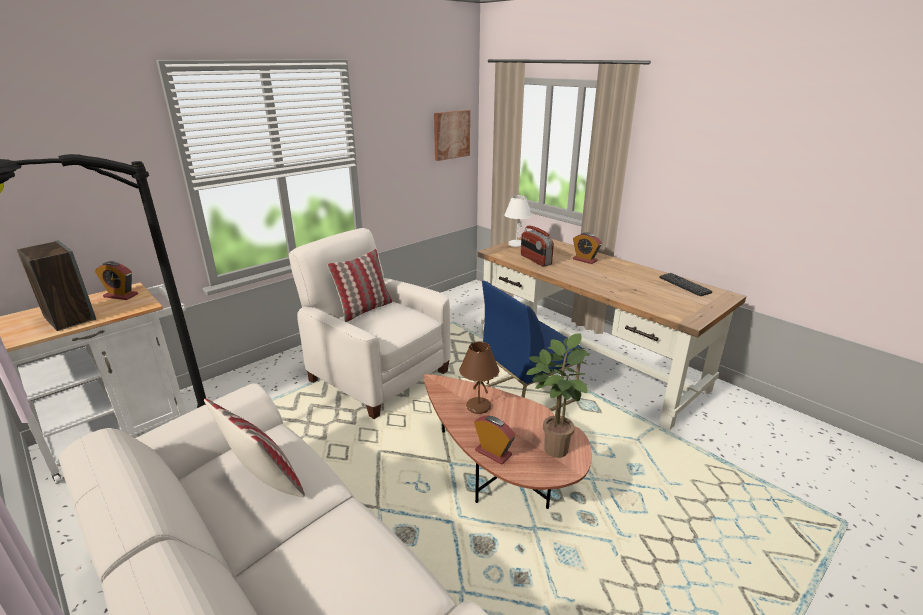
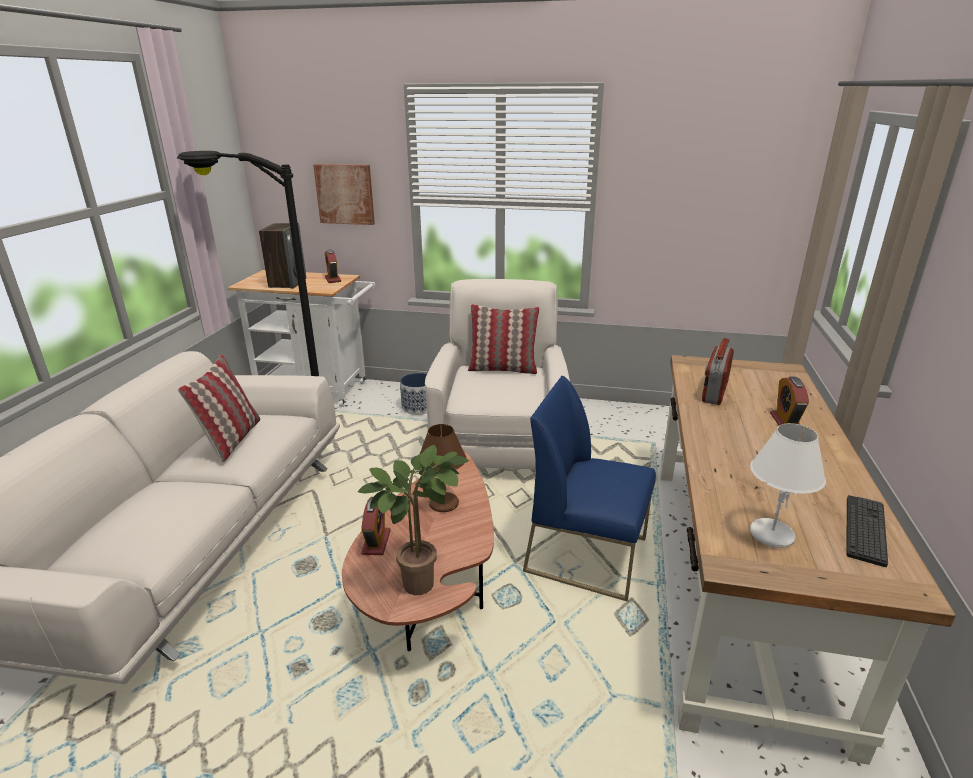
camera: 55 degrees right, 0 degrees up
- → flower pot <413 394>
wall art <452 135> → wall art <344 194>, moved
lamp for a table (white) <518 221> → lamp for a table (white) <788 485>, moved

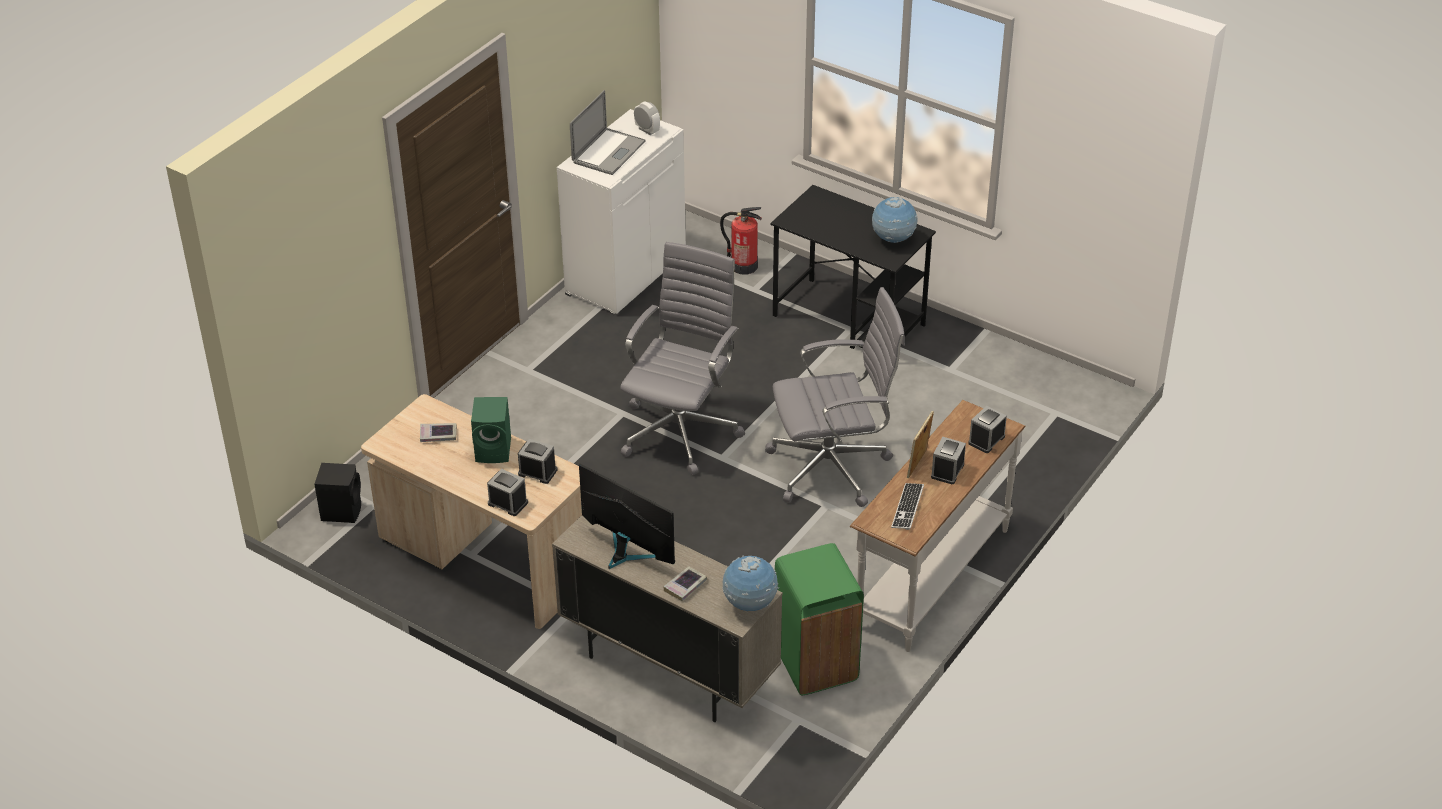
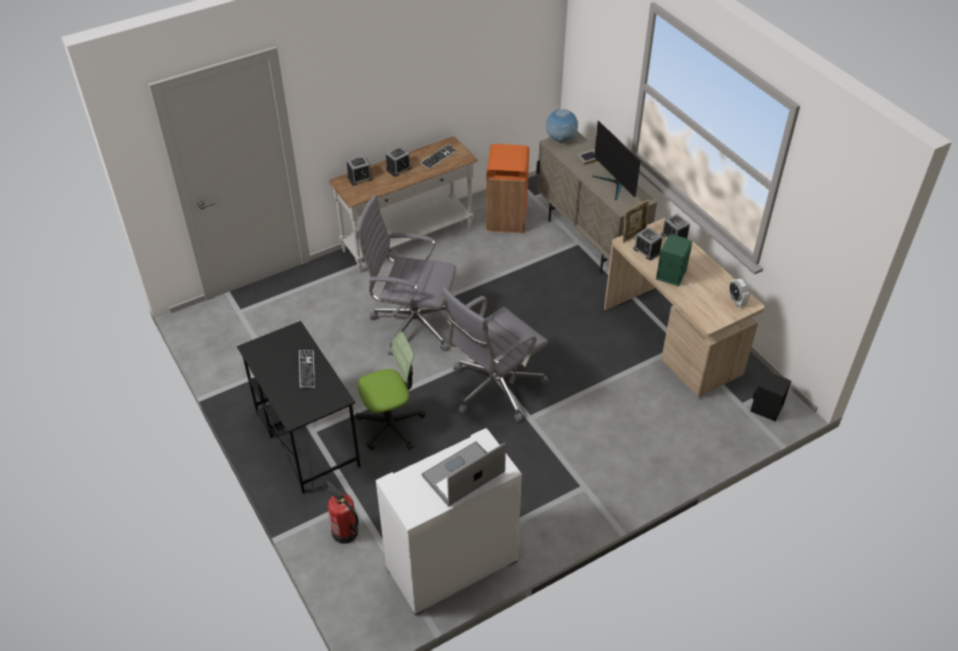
camera: 155 degrees left, 5 degrees up
bound book <438 432> → -
globe <895 220> → -
- → PC keyboard <307 369>
- → office chair <390 391>
table clock <647 118> → table clock <739 292>, moved
picture frame <920 444> → picture frame <636 221>, moved
trash can (green-coloured) <819 619> → trash can (orange) <507 188>

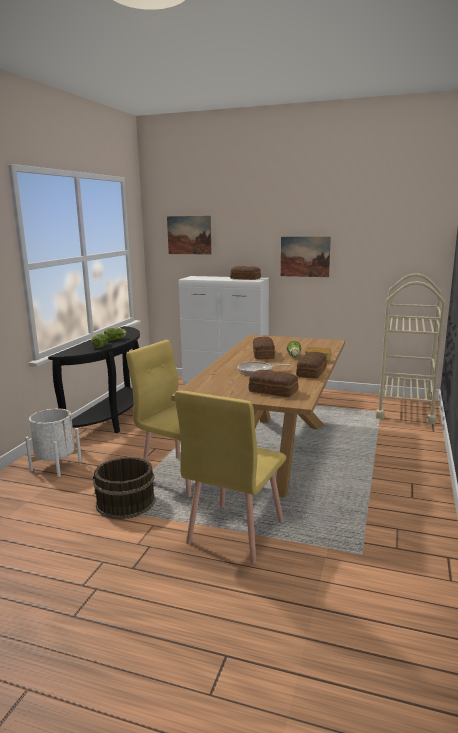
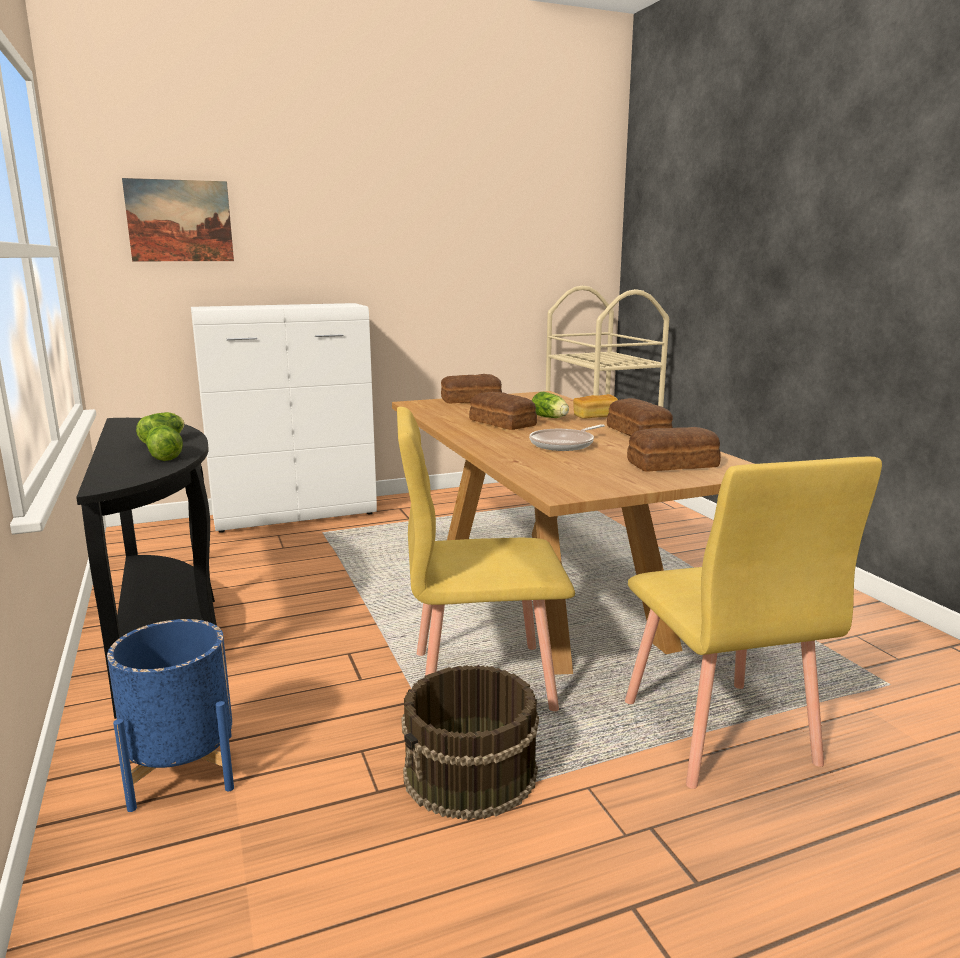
camera: 40 degrees left, 0 degrees up
wall art <306 257> → -
bread <245 273> → bread <471 388>, moved
flower pot (white) <53 443> → flower pot (blue) <170 715>

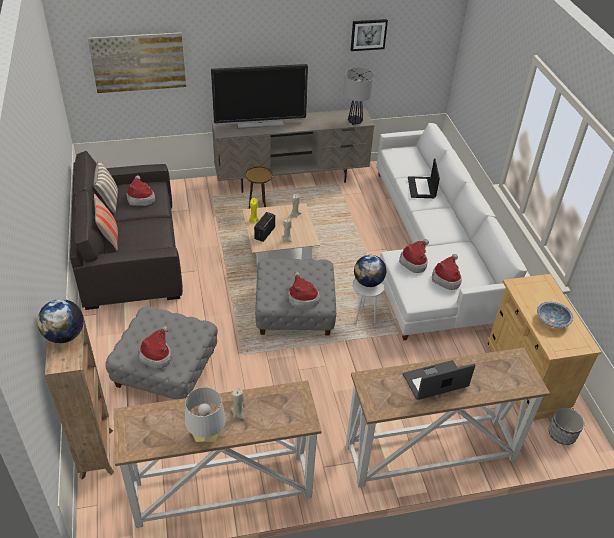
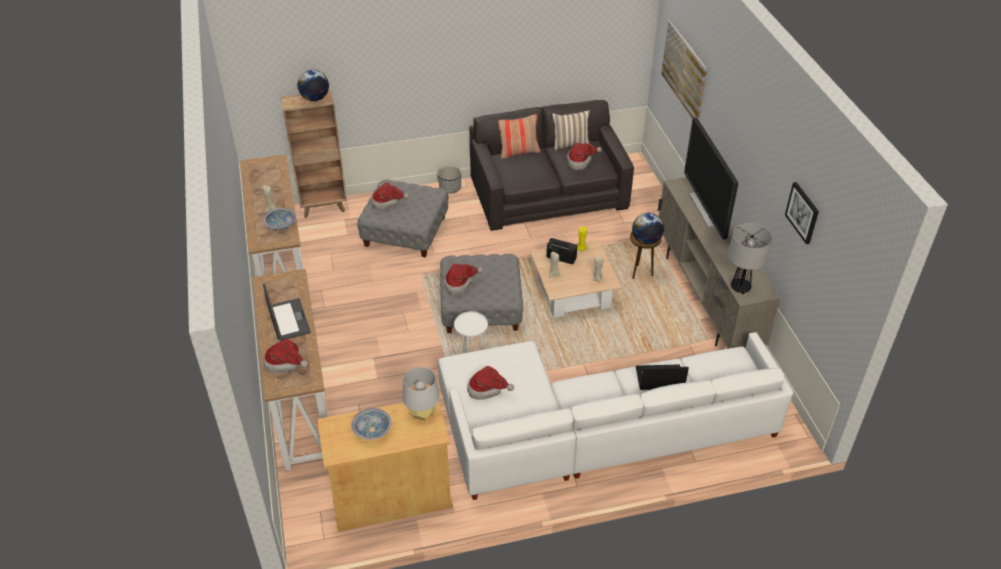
camera: 90 degrees right, 0 degrees up
- → deep dish <279 219>
lamp for a table (gray) <205 415> → lamp for a table (gray) <421 393>, moved
globe <370 271> → globe <648 228>, moved
wearable hat <414 256> → wearable hat <285 356>, moved
flower pot <567 426> → flower pot <449 179>, moved

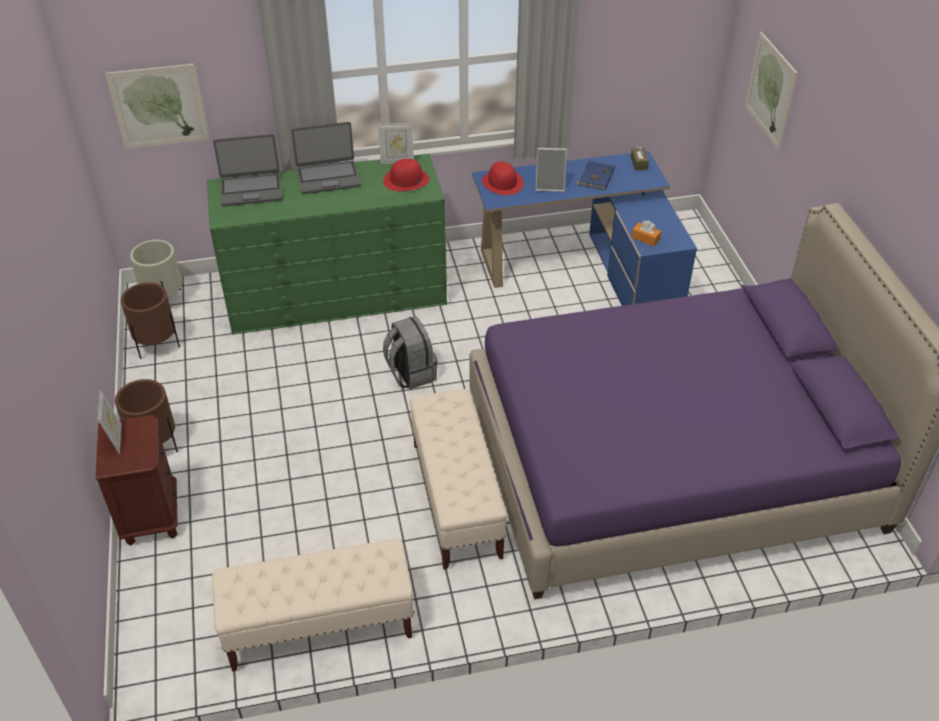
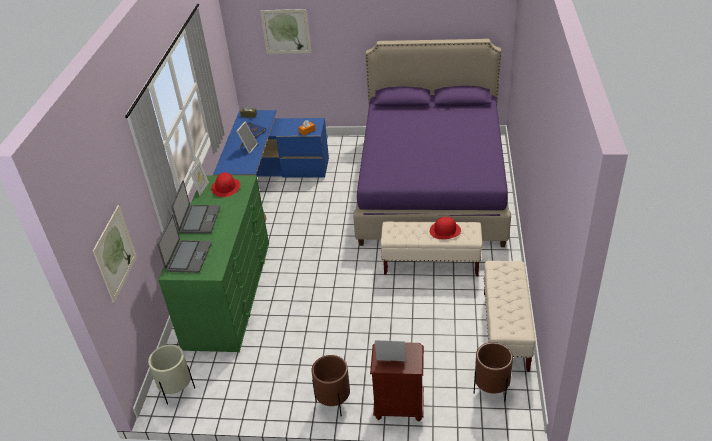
camera: 70 degrees left, 5 degrees down
rucksack (gray) <410 353> → -
flower pot (brownish) <150 320> → flower pot (brownish) <493 371>, moved
wearable hat (reddish) <503 178> → wearable hat (reddish) <445 228>, moved

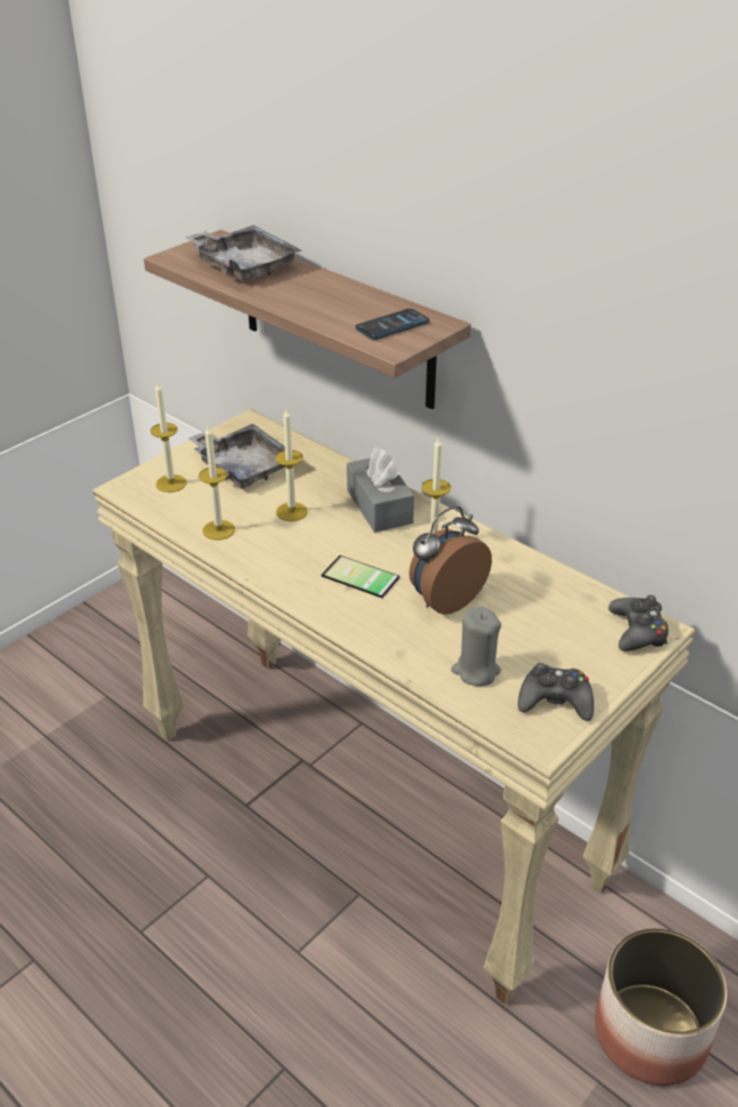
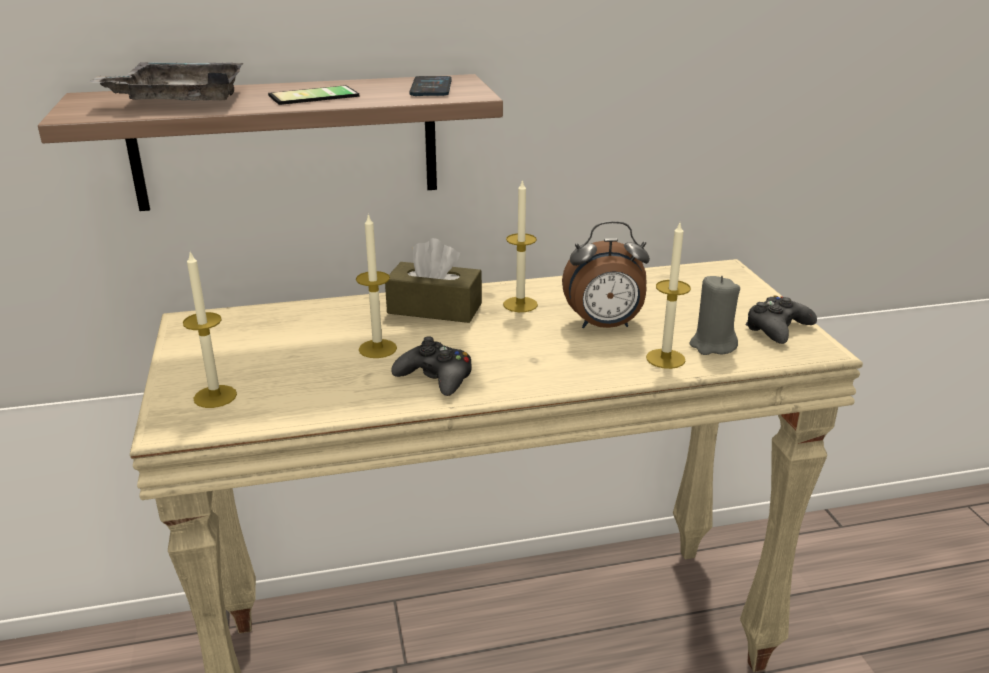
camera: 55 degrees left, 10 degrees down
tray (gray) <236 456> → -
flower pot <661 1007> → -
wax candle <217 483> → wax candle <668 296>, moved
telephone <360 576> → telephone <314 95>, moved
game controller (black) <638 623> → game controller (black) <431 366>, moved
box of tissues (gray) <380 489> → box of tissues (brownish) <433 280>
table clock <450 560> → table clock <606 274>, 90 degrees counterclockwise

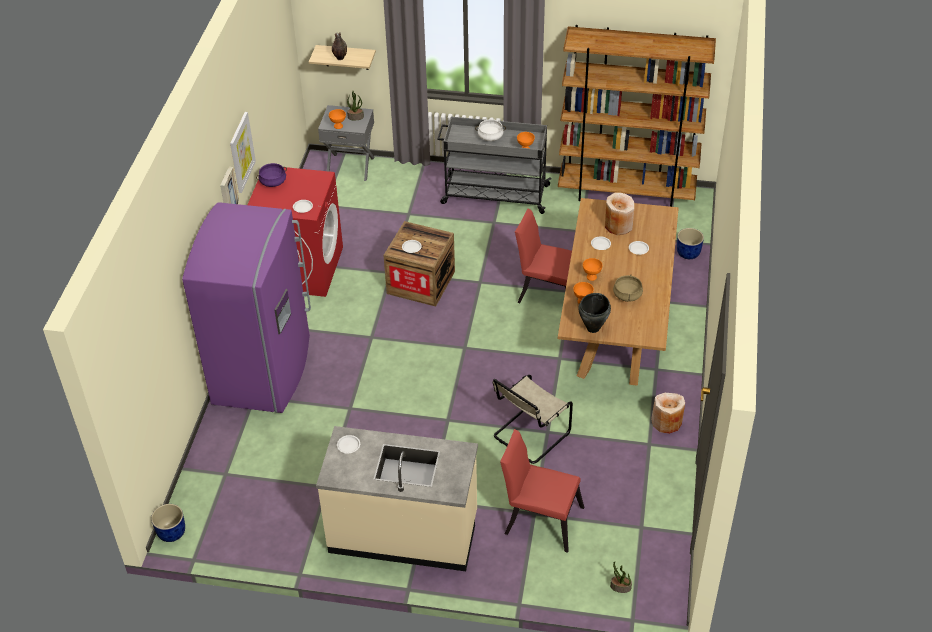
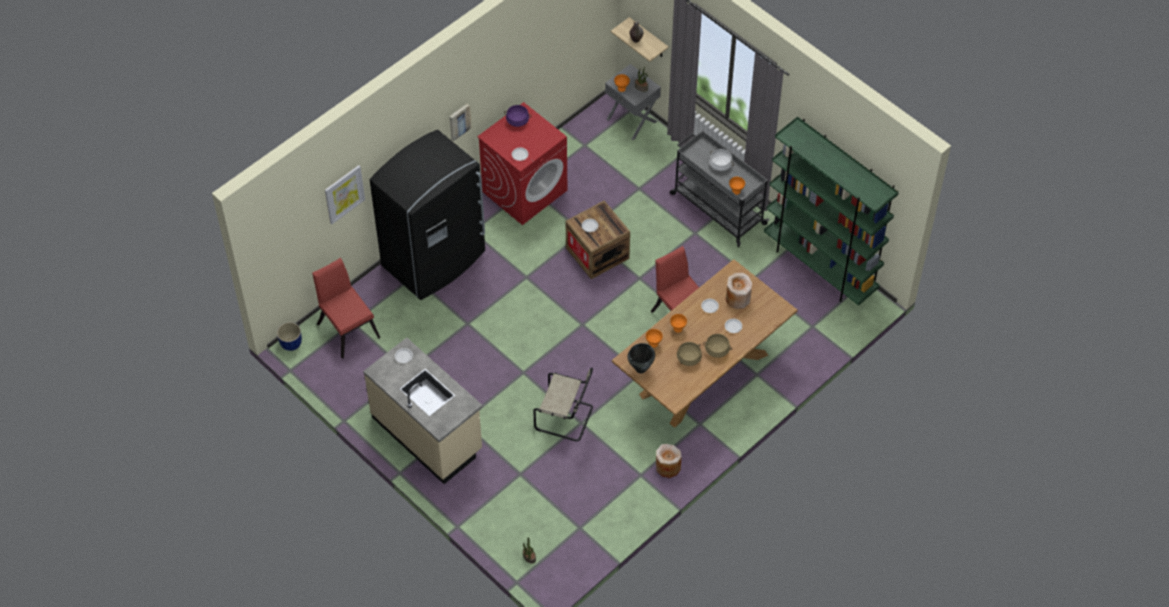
camera: 35 degrees right, 10 degrees up
flower pot (blue) <690 243> → -
- → cooking pot (beige-coloured) <717 346>
wall art <243 152> → wall art <345 194>, moved
upright chair (reddish) <542 491> → upright chair (reddish) <346 308>, moved
kitchen fridge (purple-coloured) <246 307> → kitchen fridge (black) <427 215>
bookshelf (brownish) <637 116> → bookshelf (green-coloured) <831 211>
upright chair (beige-coloured) <533 419> → upright chair (beige-coloured) <563 404>, 150 degrees counterclockwise

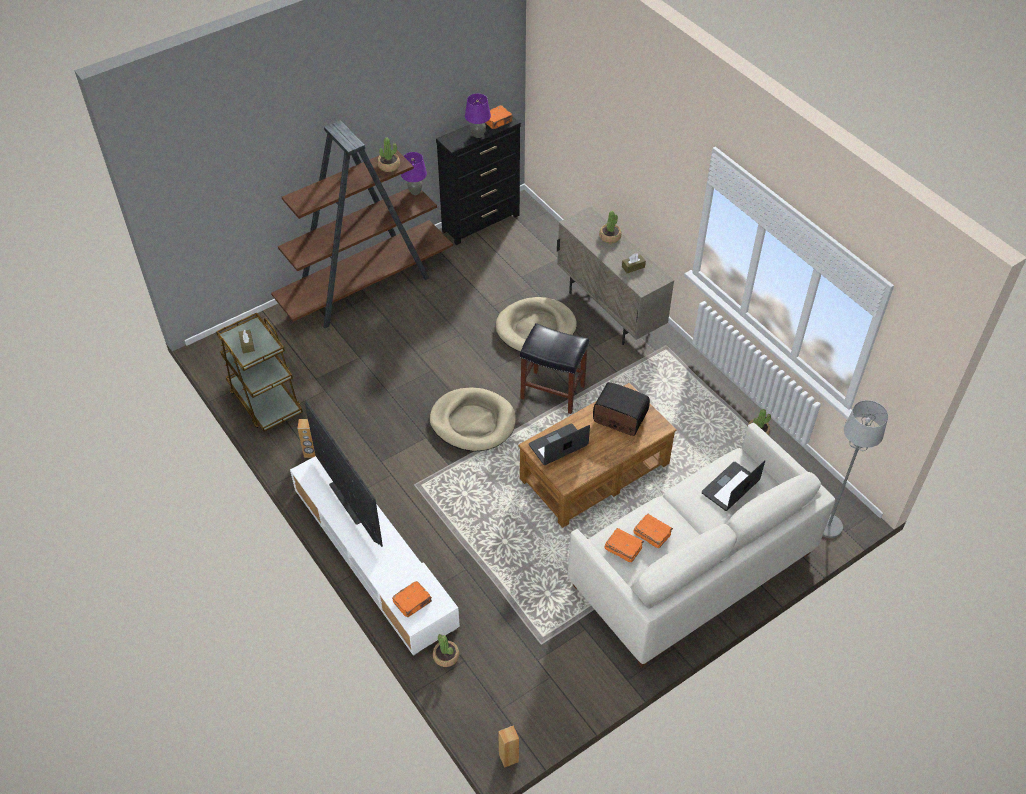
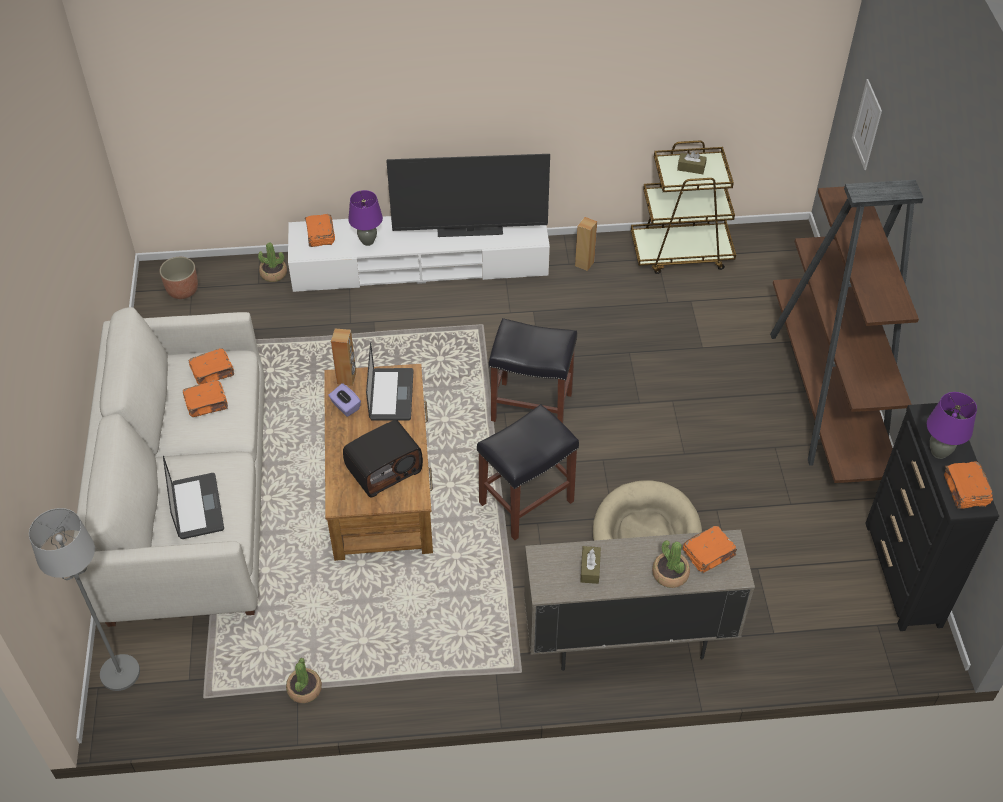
camera: 120 degrees right, 0 degrees up
plant in a pot <388 155> → -
- → flower pot <178 278>
- → box of tissues (purple-coloured) <344 400>
- → bound book (orange) <710 549>
- → wall art <867 124>
lamp for a table (purple-coloured) <414 173> → lamp for a table (purple-coloured) <365 218>, moved
speaker (brownish) <508 746> → speaker (brownish) <343 357>, moved
dog cushion (beige-coloured) <472 419> → stool seat (black) <533 370>

